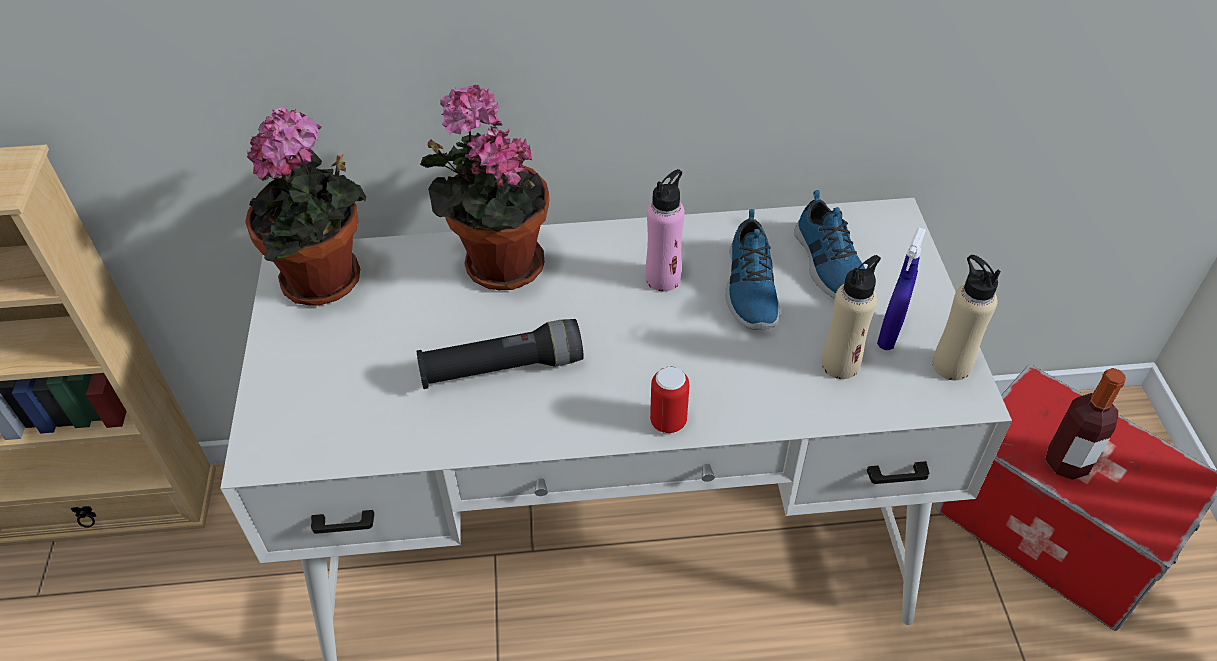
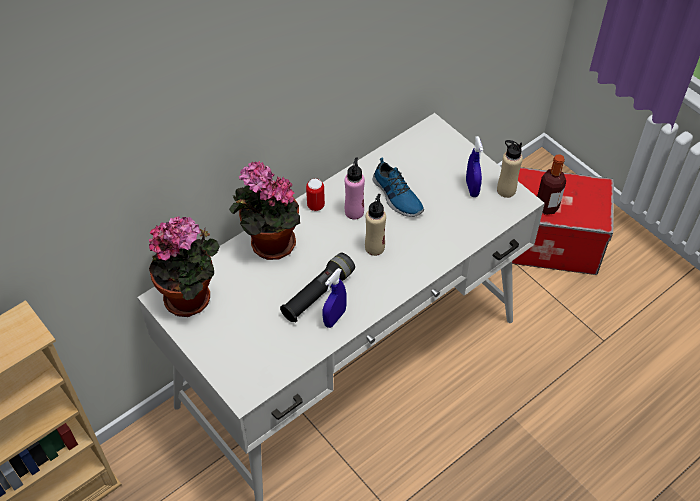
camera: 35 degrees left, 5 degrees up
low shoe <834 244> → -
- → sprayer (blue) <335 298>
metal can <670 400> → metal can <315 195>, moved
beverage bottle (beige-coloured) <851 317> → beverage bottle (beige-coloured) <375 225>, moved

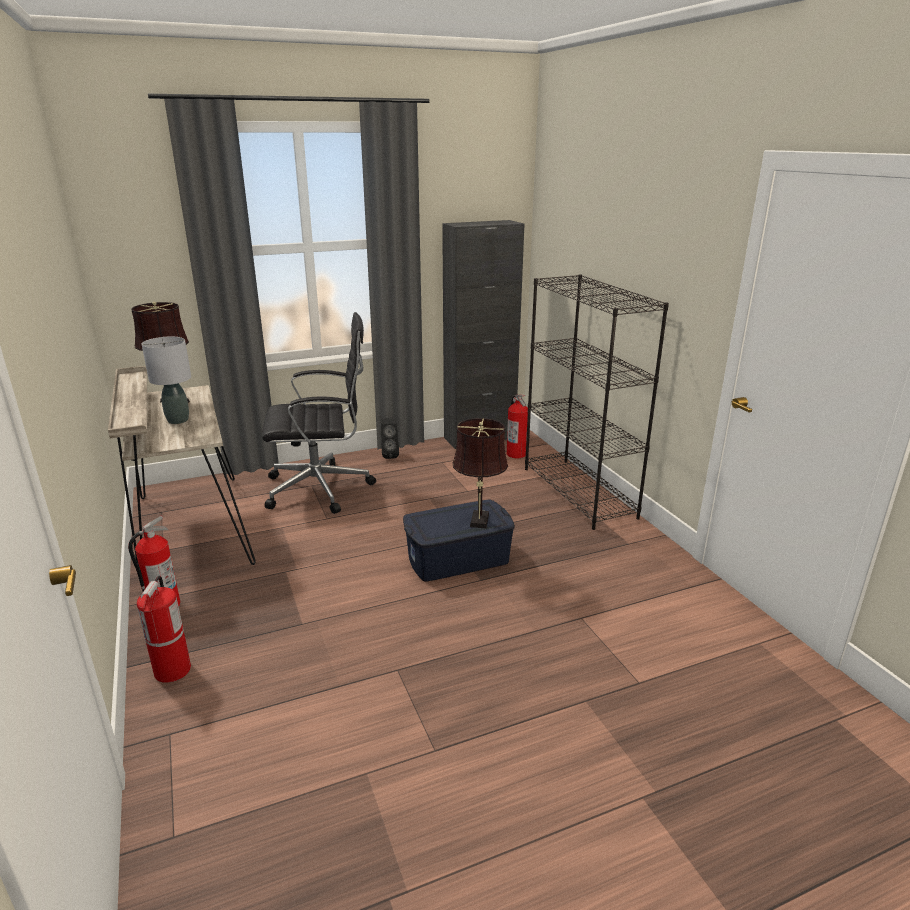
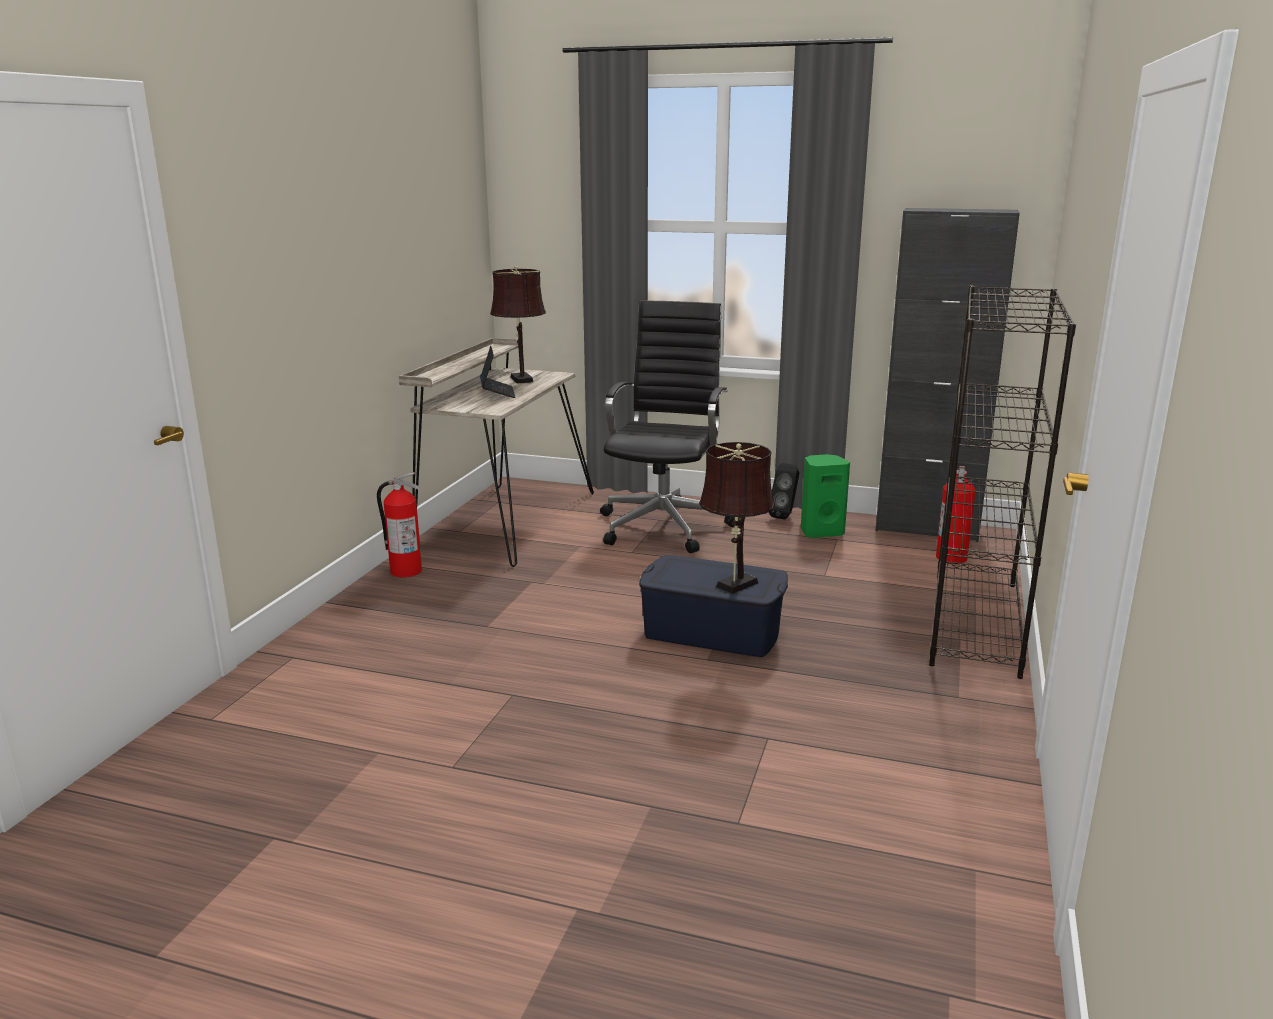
camera: 40 degrees right, 5 degrees down
fire-fighting cylinder <164 629> → -
- → speaker (green-coloured) <825 496>
lamp for a table (gray) <166 380> → portable computer <498 372>
office chair (black) <319 413> → office chair (black) <667 426>, 105 degrees counterclockwise

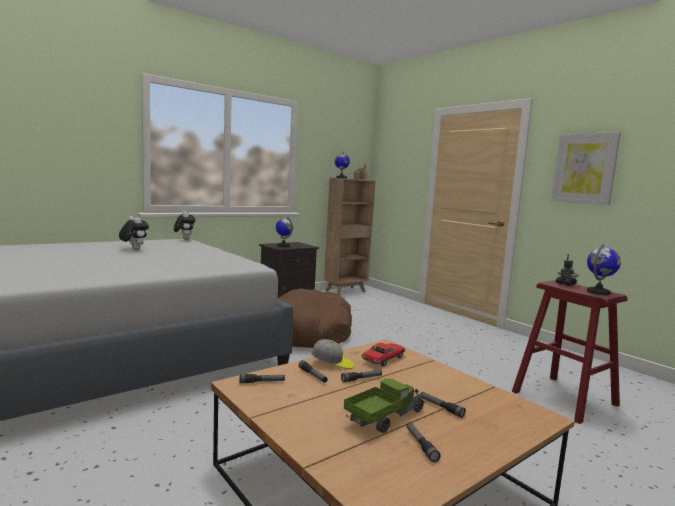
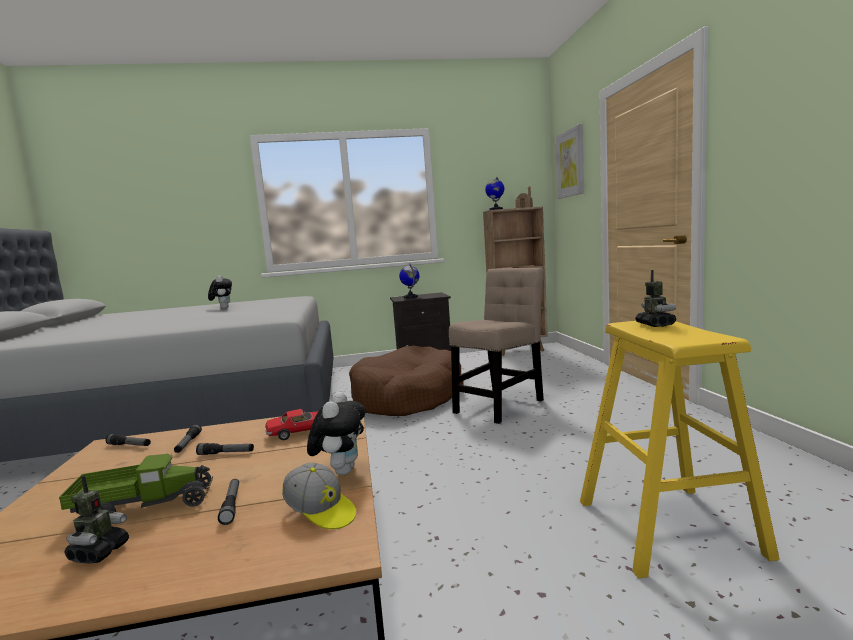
camera: 30 degrees right, 0 degrees up
globe <604 269> → -
- → upright chair (beige-coloured) <496 346>
plush toy <185 225> → plush toy <336 433>, moved
peaked cap <333 354> → peaked cap <319 495>, moved
wall art <586 168> → wall art <569 161>, moved
torch <423 442> → toy robot <97 519>
stool seat (reddish) <570 352> → stool seat (yellow-coloured) <680 450>

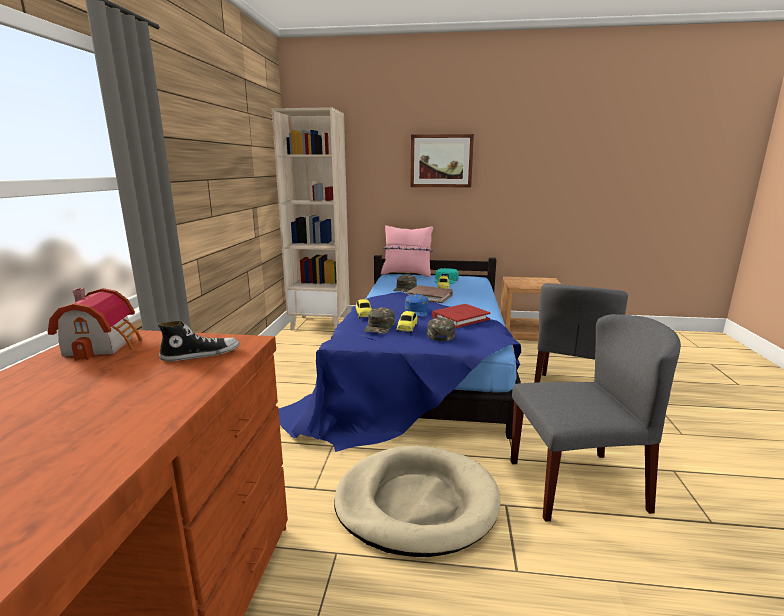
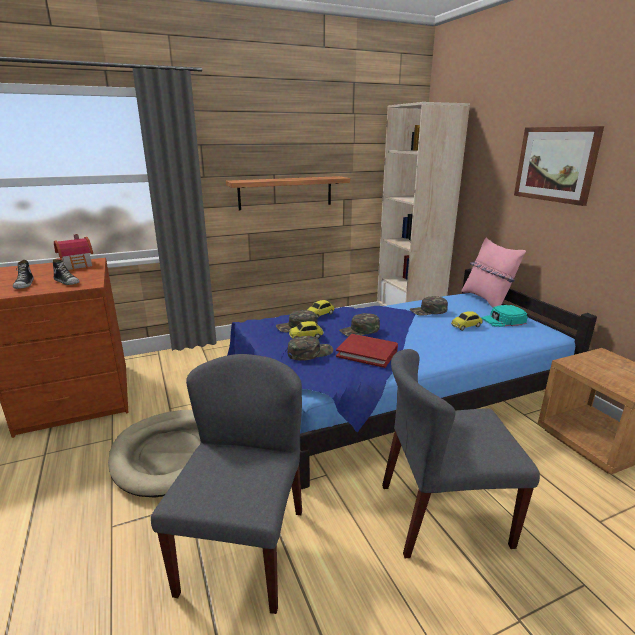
camera: 60 degrees right, 5 degrees up
bound book (brownish) <429 294> → -
- → low shoe <23 274>
- → bracket shelf <288 193>
peaked cap (blue) <417 305> → peaked cap (green-coloured) <359 325>
upright chair (gray) <596 418> → upright chair (gray) <226 484>, 135 degrees counterclockwise

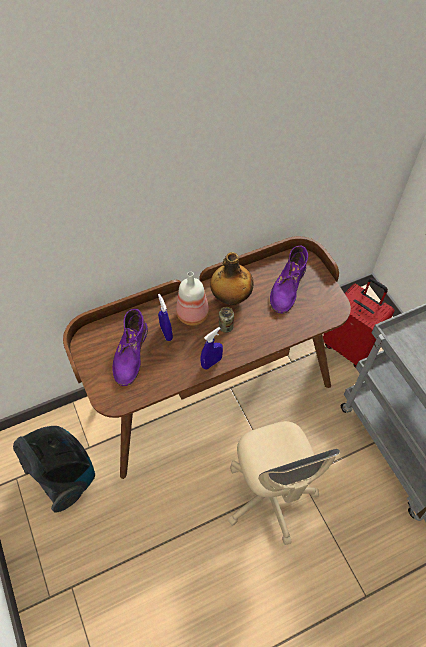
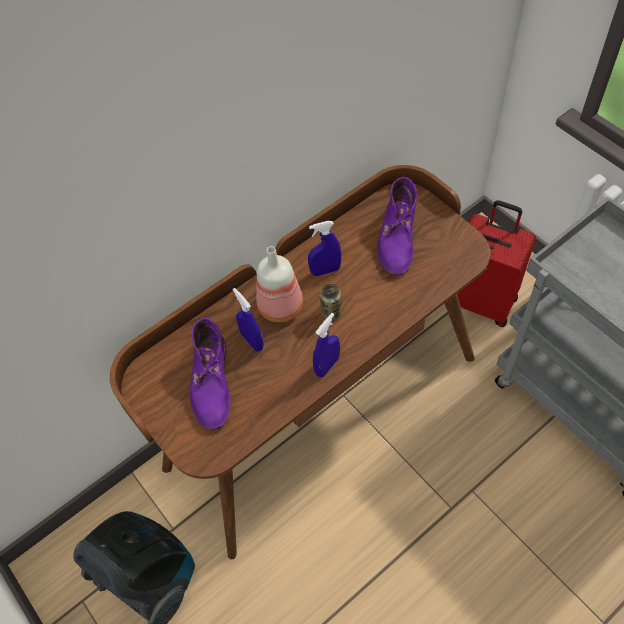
camera: 10 degrees left, 0 degrees up
office chair (beige-coloured) <284 483> → -
beverage bottle <232 278> → sprayer (blue) <325 248>

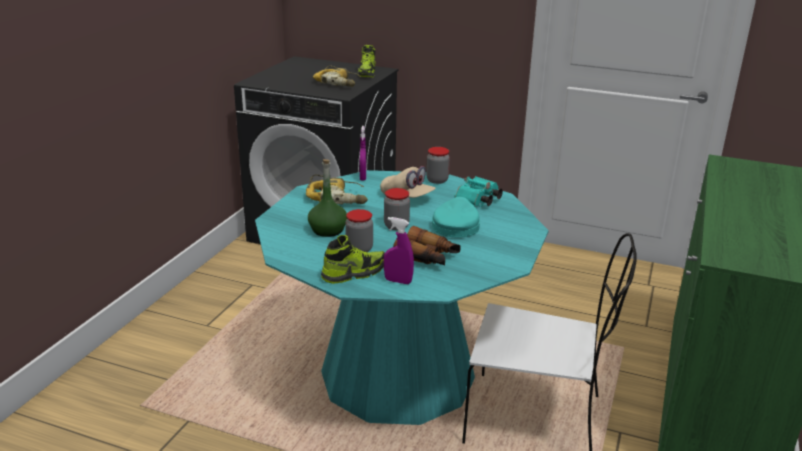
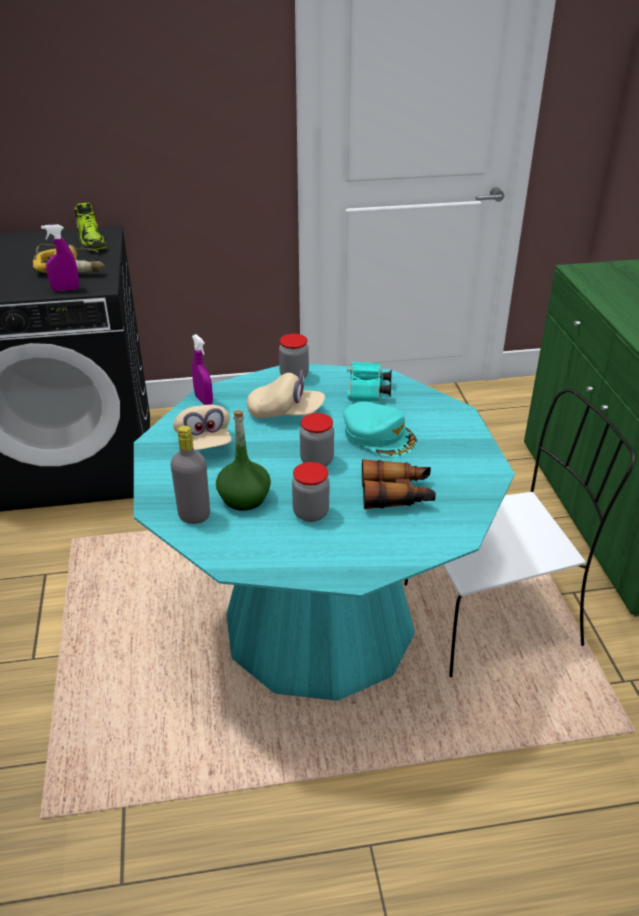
camera: 30 degrees left, 10 degrees up
low shoe <353 259> → -
- → beverage bottle (gray) <190 474>
sprayer (purple-coloured) <399 250> → sprayer (purple-coloured) <60 257>, moved
electric drill <337 189> → peaked cap (beige-coloured) <202 427>
peaked cap (blue-green) <456 217> → peaked cap (blue-green) <380 429>, 150 degrees clockwise

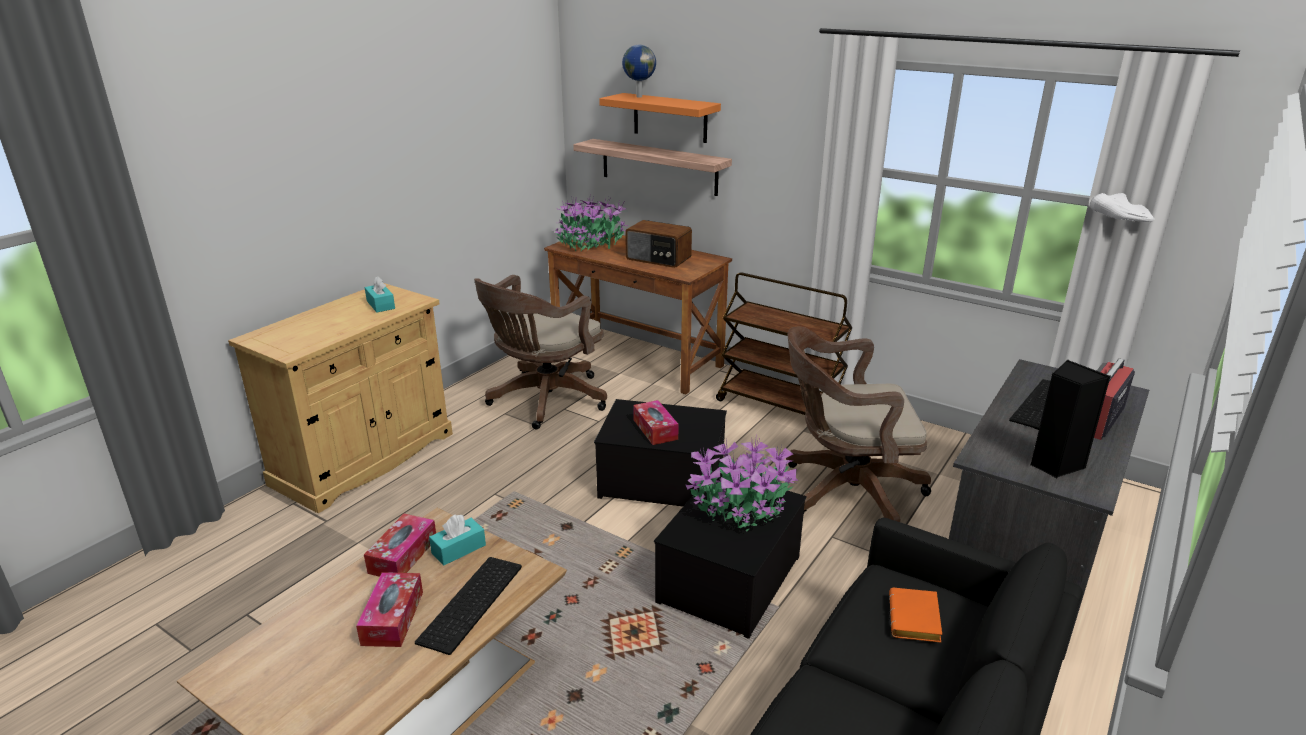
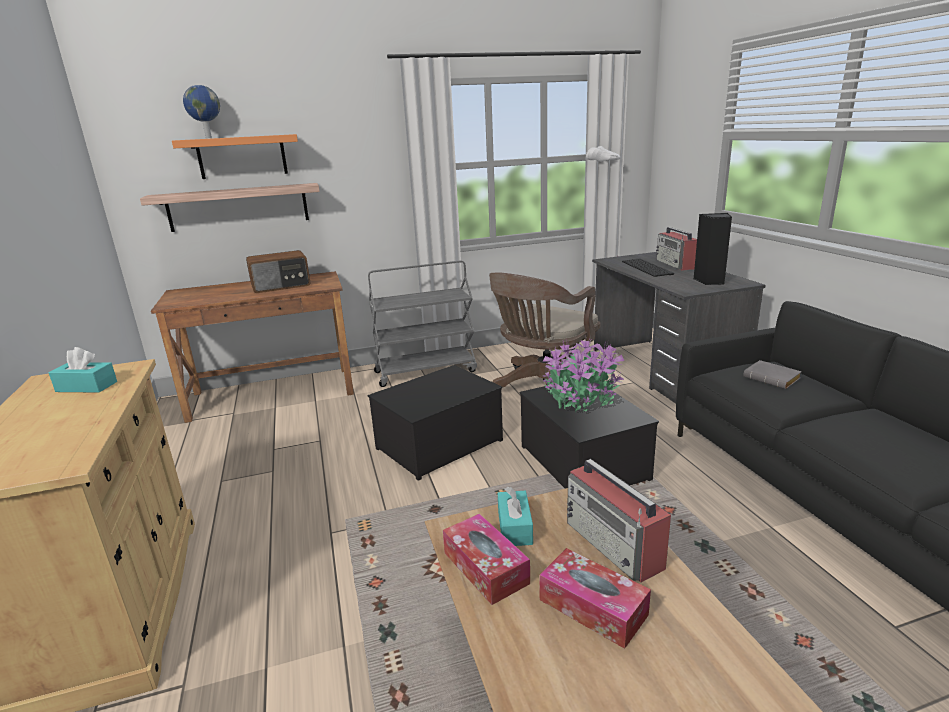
camera: 50 degrees left, 5 degrees down
office chair (brownish) <540 352> → -
plant in a pot <590 223> → -
box of tissues <656 422> → -
PC keyboard <468 606> → radio <619 520>
wheeled cart (brownish) <784 343> → wheeled cart (gray) <422 323>
bound book (orange) <915 615> → bound book (gray) <772 374>

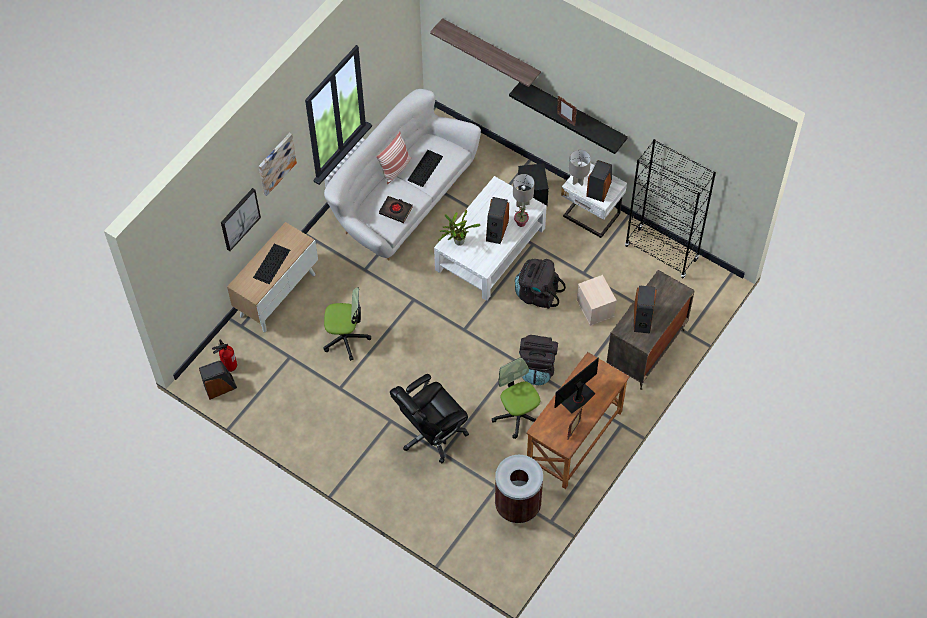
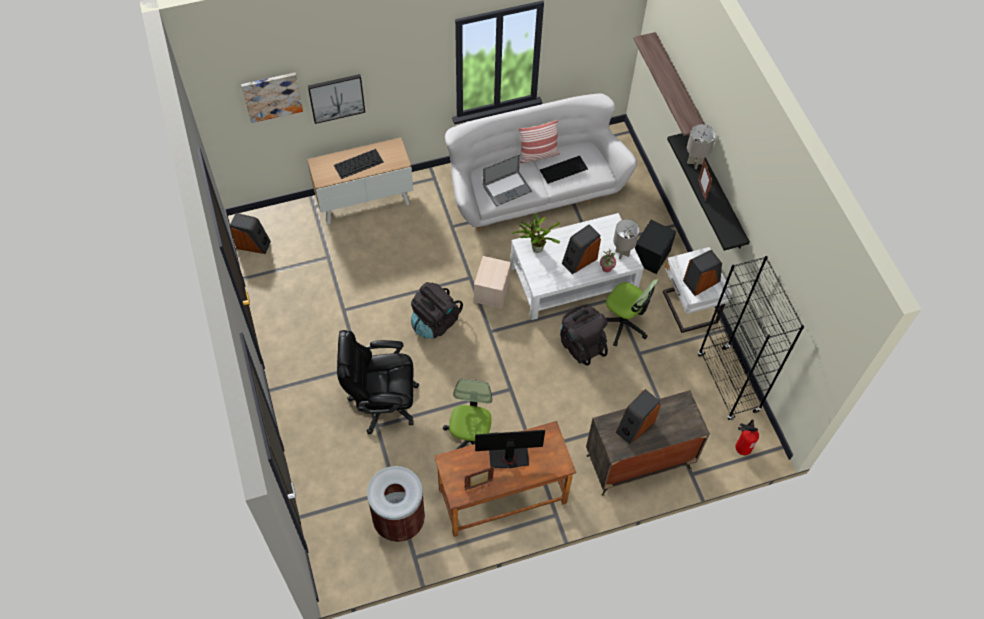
camera: 35 degrees right, 0 degrees up
fire-fighting cylinder <224 355> → fire-fighting cylinder <747 437>, moved
wall art <278 164> → wall art <272 98>, moved
office chair <347 324> → office chair <632 313>, moved
rucksack (black) <538 360> → rucksack (black) <437 310>, moved
lamp for a table (gray) <580 168> → lamp for a table (gray) <701 146>, moved
storage container (beige-coloured) <597 300> → storage container (beige-coloured) <492 282>, moved
bound book (black) <396 209> → portable computer <507 180>

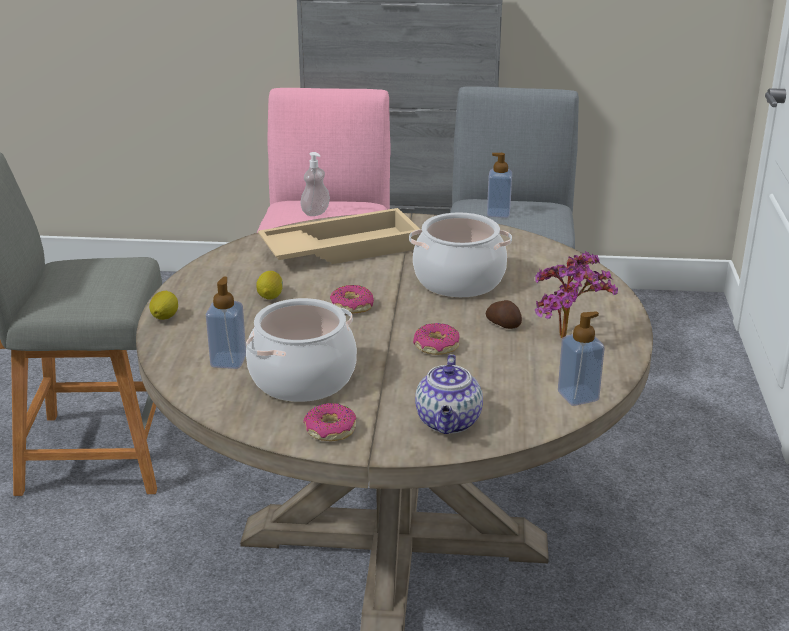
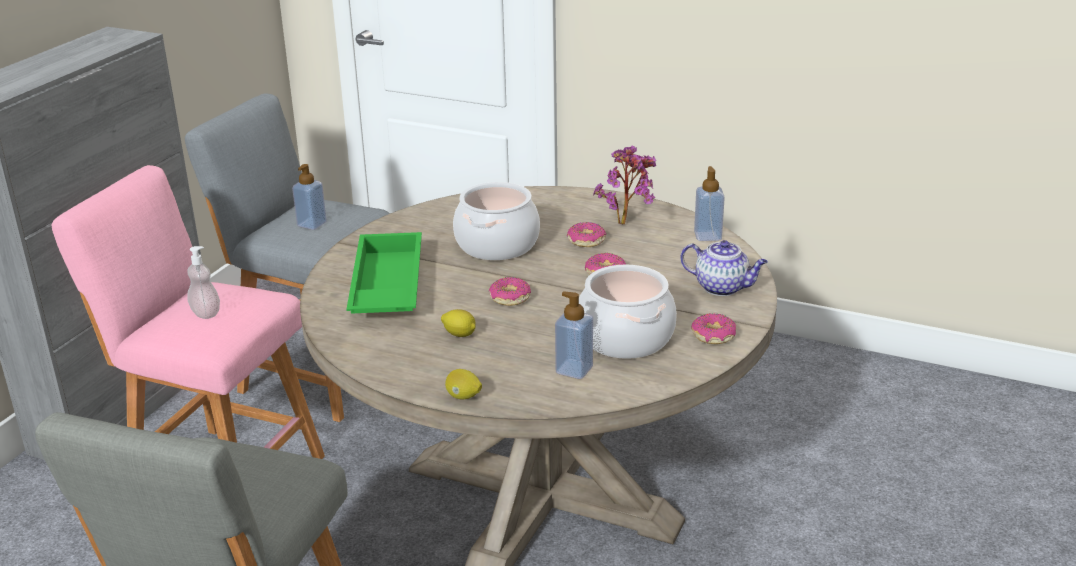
camera: 70 degrees left, 0 degrees up
potato <504 314> → ring doughnut <586 234>
tray (beige-coloured) <339 236> → tray (green-coloured) <384 273>

